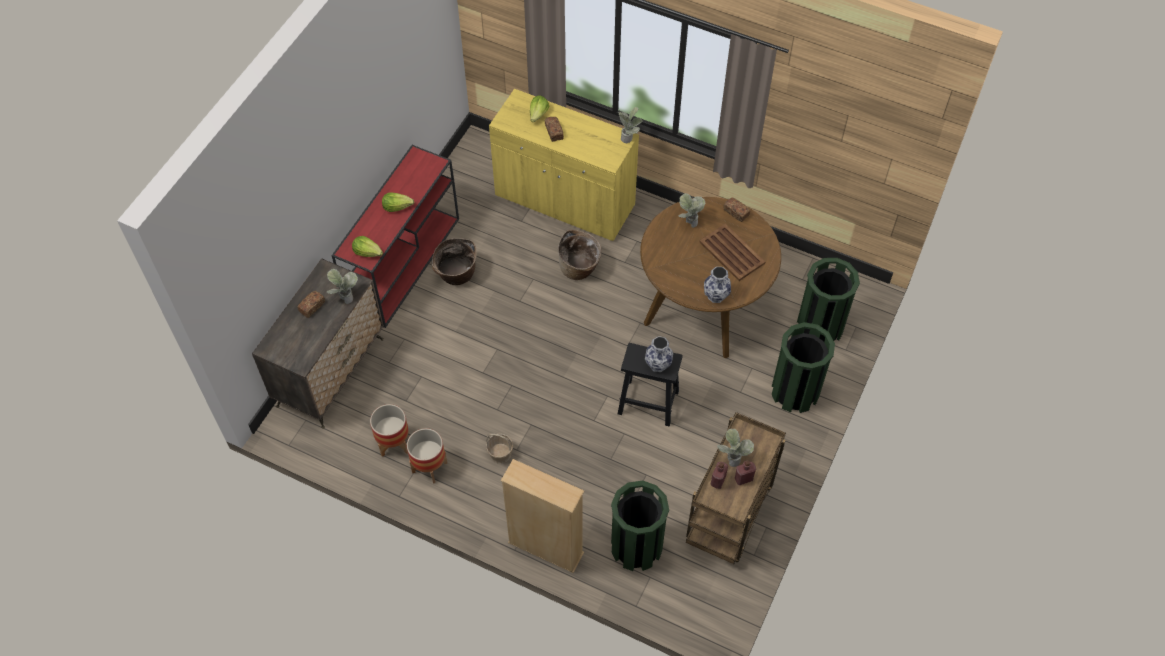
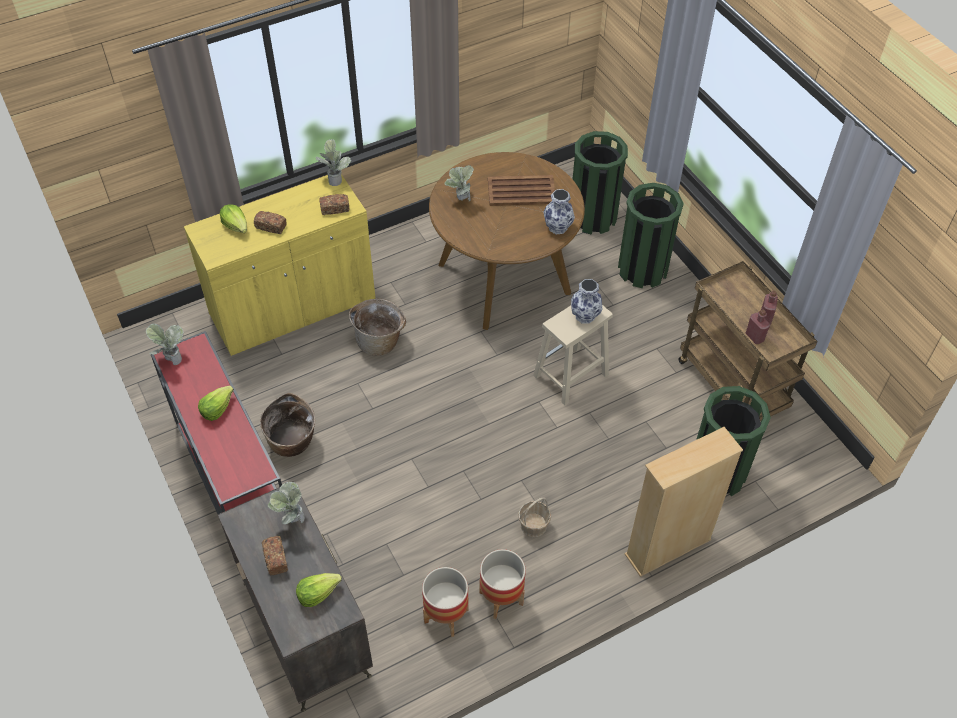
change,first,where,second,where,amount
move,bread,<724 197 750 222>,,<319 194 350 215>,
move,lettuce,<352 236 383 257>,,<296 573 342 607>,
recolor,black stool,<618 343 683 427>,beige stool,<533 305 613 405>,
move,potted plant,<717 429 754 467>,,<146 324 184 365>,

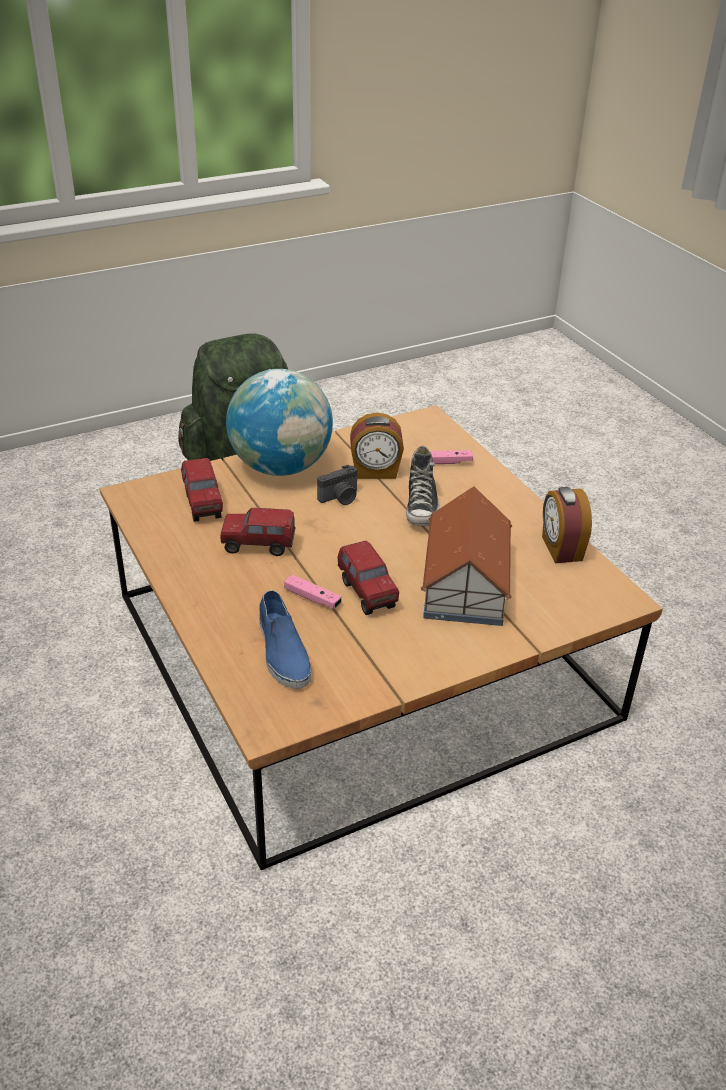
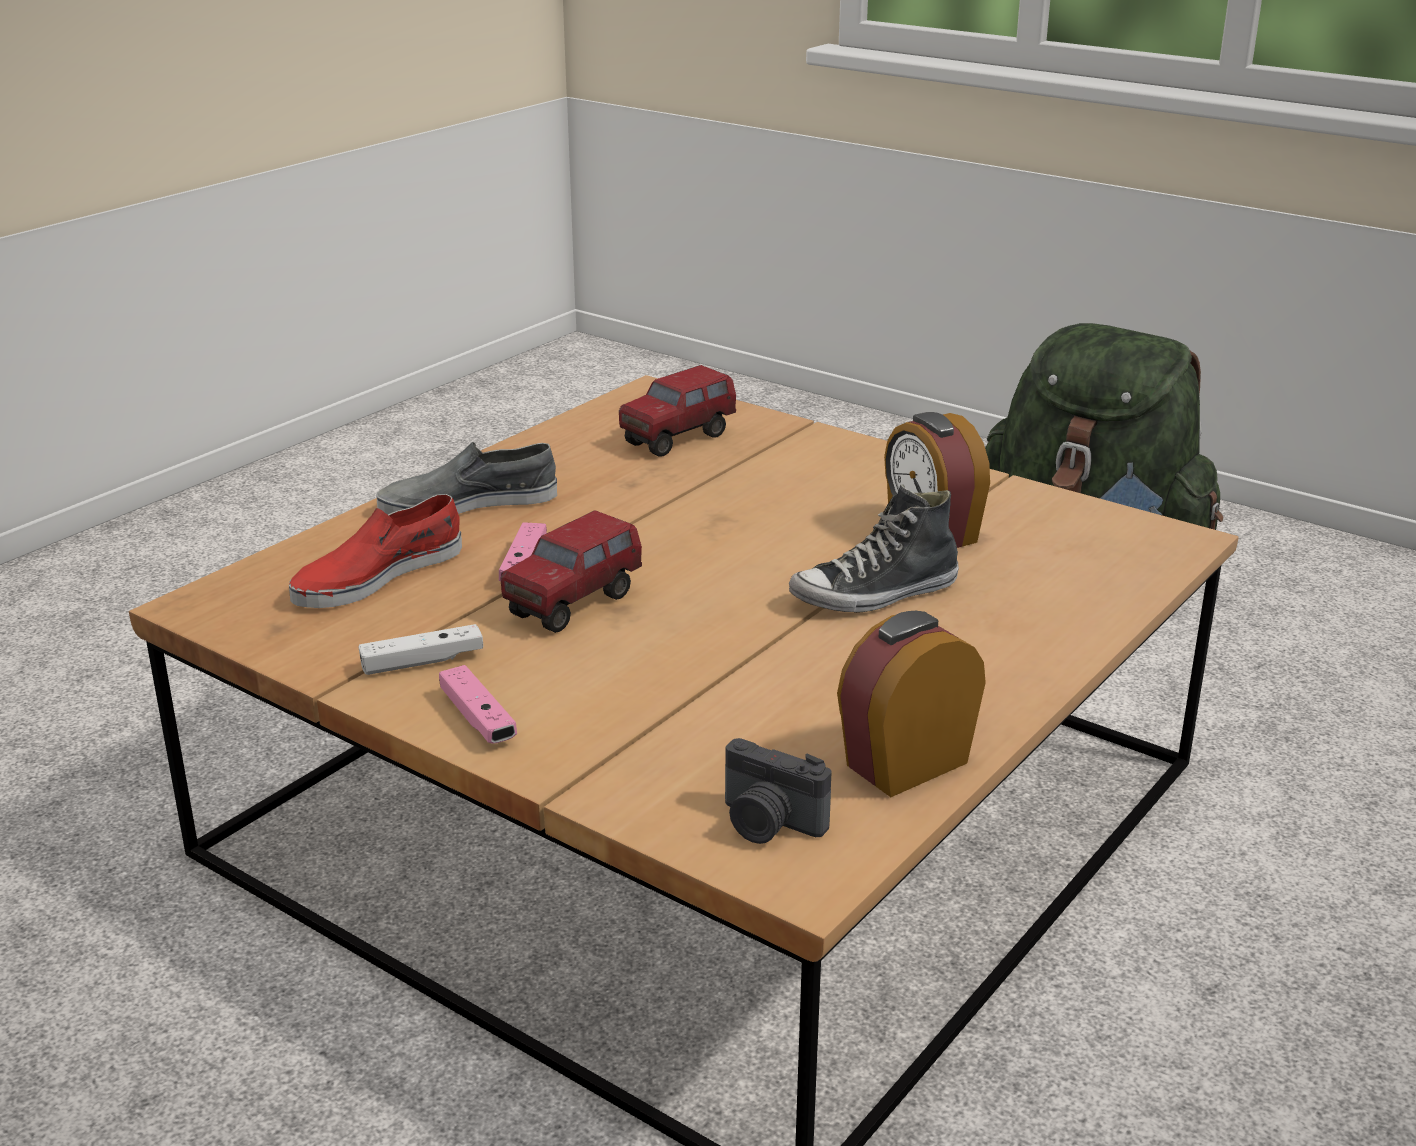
change,first,where,second,where,amount
delete,globe,<226 369 333 476>,,,
move,pink game controller,<430 450 473 464>,,<439 665 517 744>,
move,photo camera,<317 465 357 505>,,<725 738 831 844>,
delete,toy house,<421 486 512 626>,,,
delete,toy truck,<221 508 295 556>,,,
recolor,blue shoe,<259 590 311 689>,red shoe,<289 494 462 608>,
insert,,,grey shoe,<376 442 557 515>,
insert,,,white game controller,<358 624 483 675>,

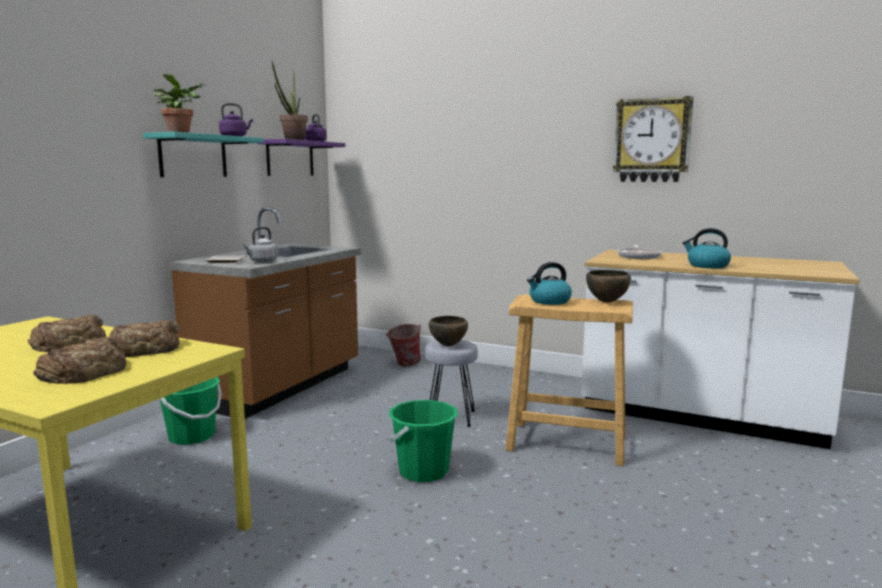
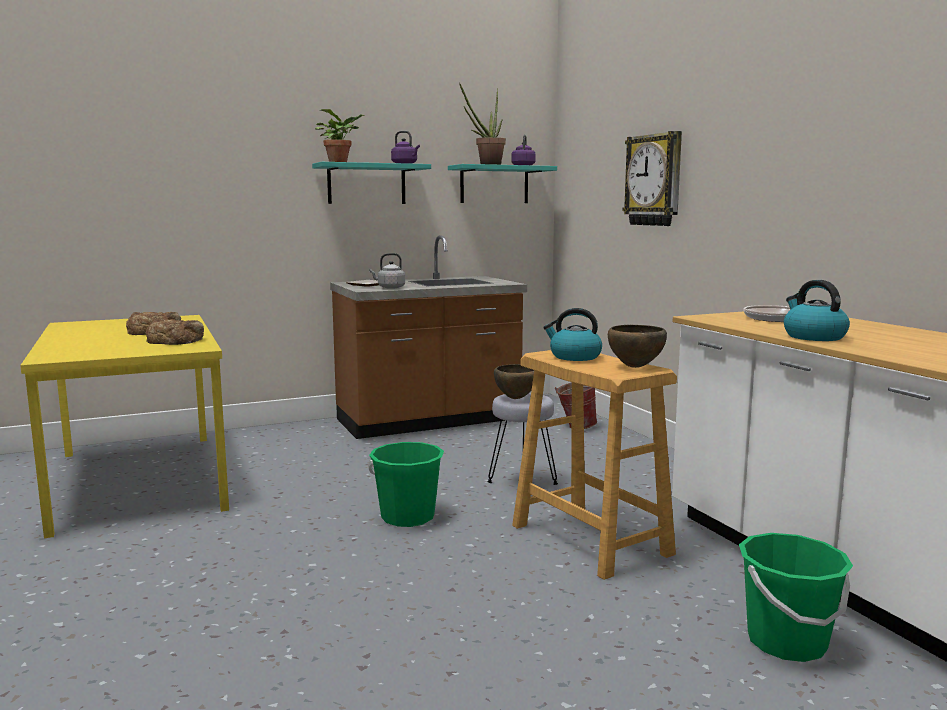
change,first,where,second,where,amount
move,wall clock,<613 96 694 182>,,<622 131 682 226>,
recolor,purple shelf,<257 139 345 176>,turquoise shelf,<448 164 557 203>,
delete,bread,<33 337 126 384>,,,
move,green bucket,<160 377 222 445>,,<739 533 853 662>,

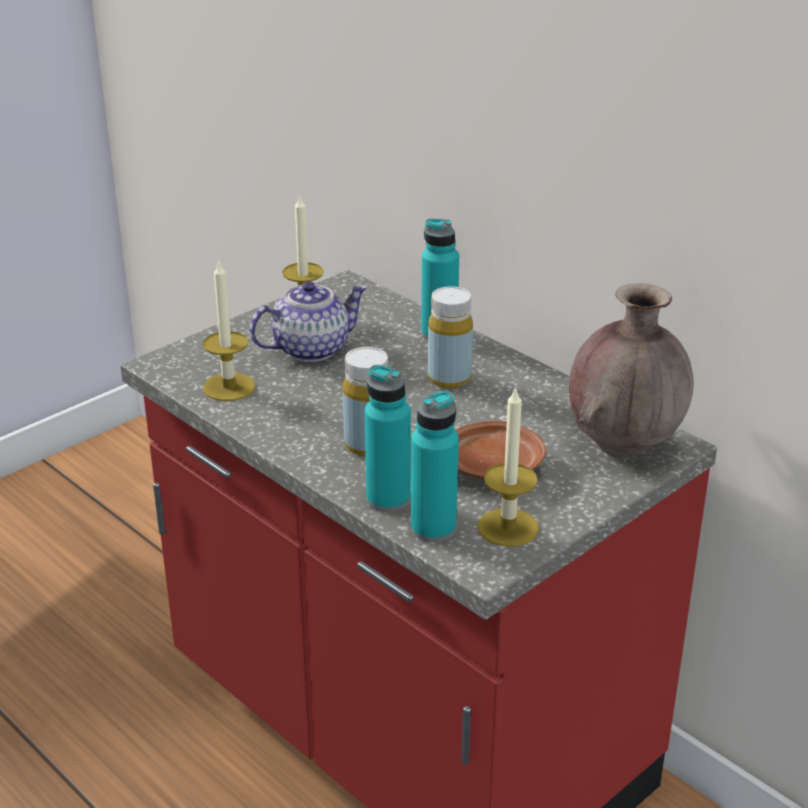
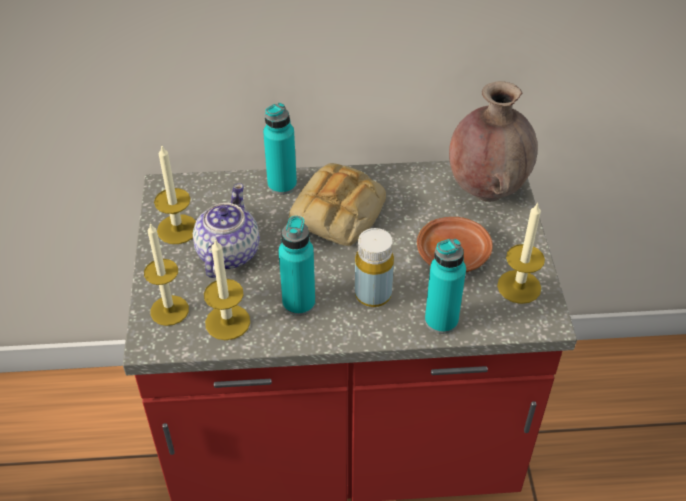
change,first,where,second,where,amount
replace,yellow bottle,<428 286 473 388>,bread,<289 163 386 246>,
move,turquoise bottle,<411 390 459 542>,,<279 216 315 316>,
insert,,,candle,<144 223 189 326>,

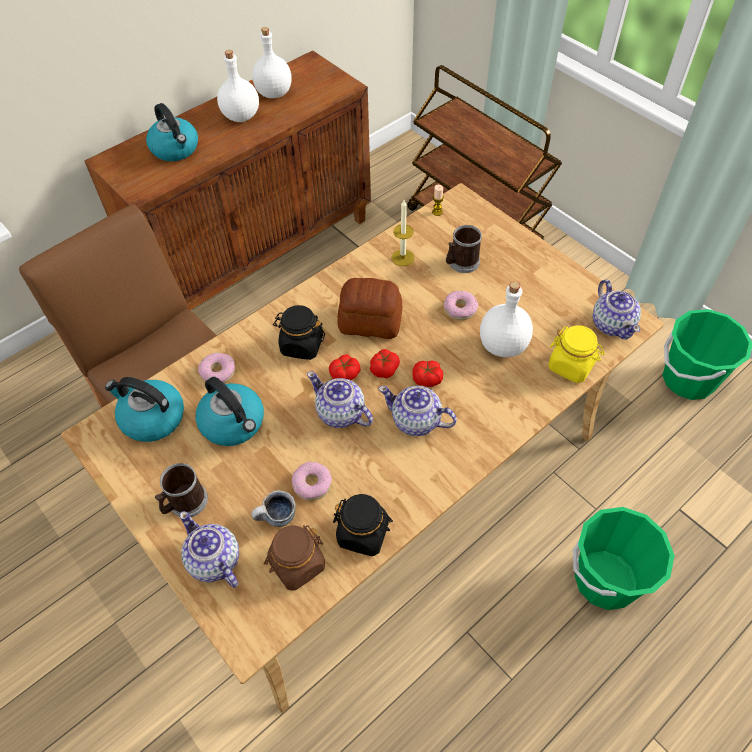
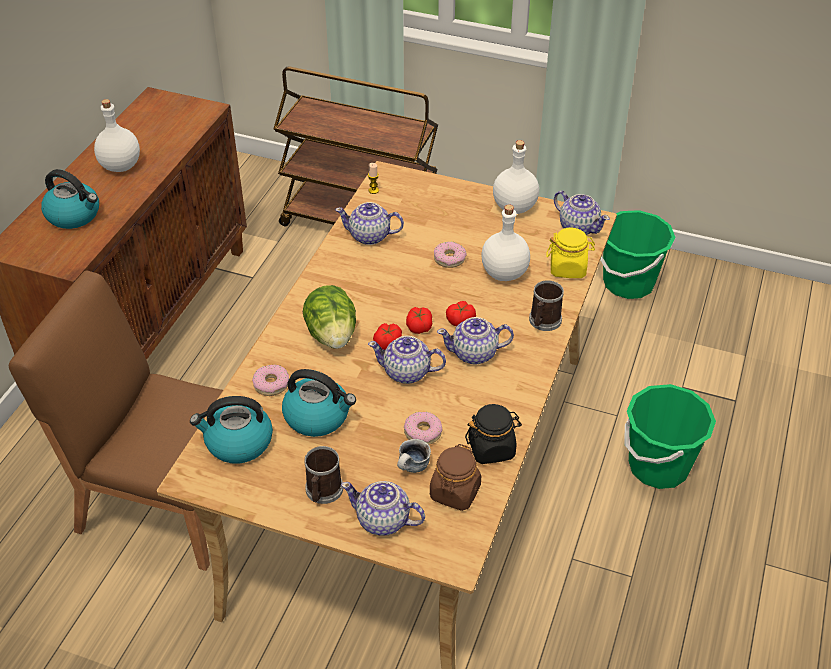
change,first,where,second,where,amount
move,white bottle,<252 27 292 98>,,<493 140 539 214>,
replace,candle,<391 200 415 266>,teapot,<335 202 404 245>,
move,mug,<446 225 482 273>,,<529 280 564 331>,
delete,bread,<338 278 402 339>,,,
replace,black jar,<273 305 325 360>,lettuce,<303 285 356 349>,

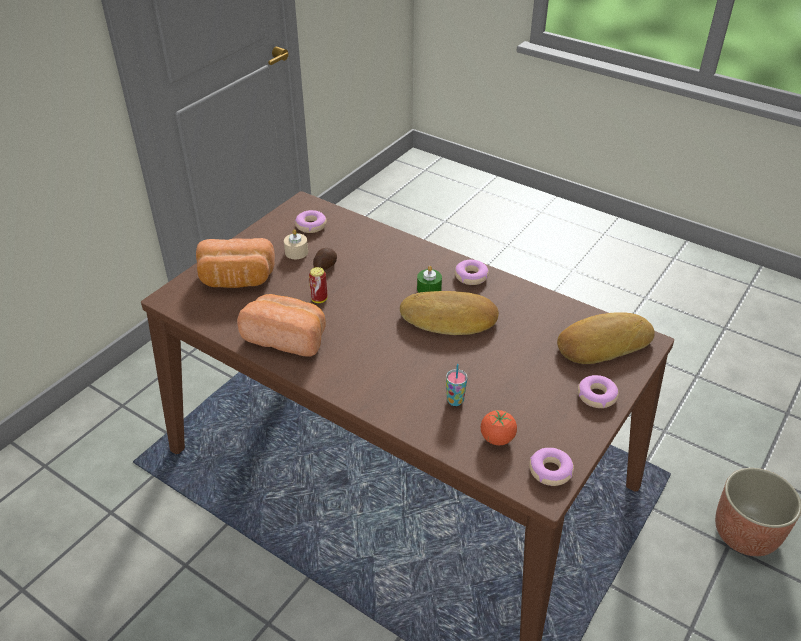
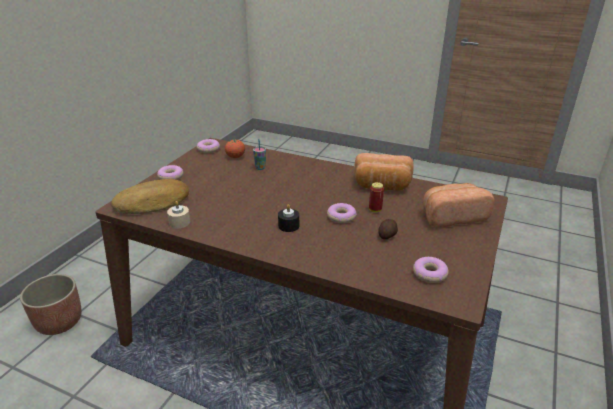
change,first,where,second,where,amount
move,beige candle,<284 229 308 259>,,<167 201 190 228>,
move,donut,<455 260 489 285>,,<327 203 357 223>,
recolor,green candle,<417 266 442 293>,black candle,<278 204 299 232>,
delete,bread,<400 291 499 335>,,,

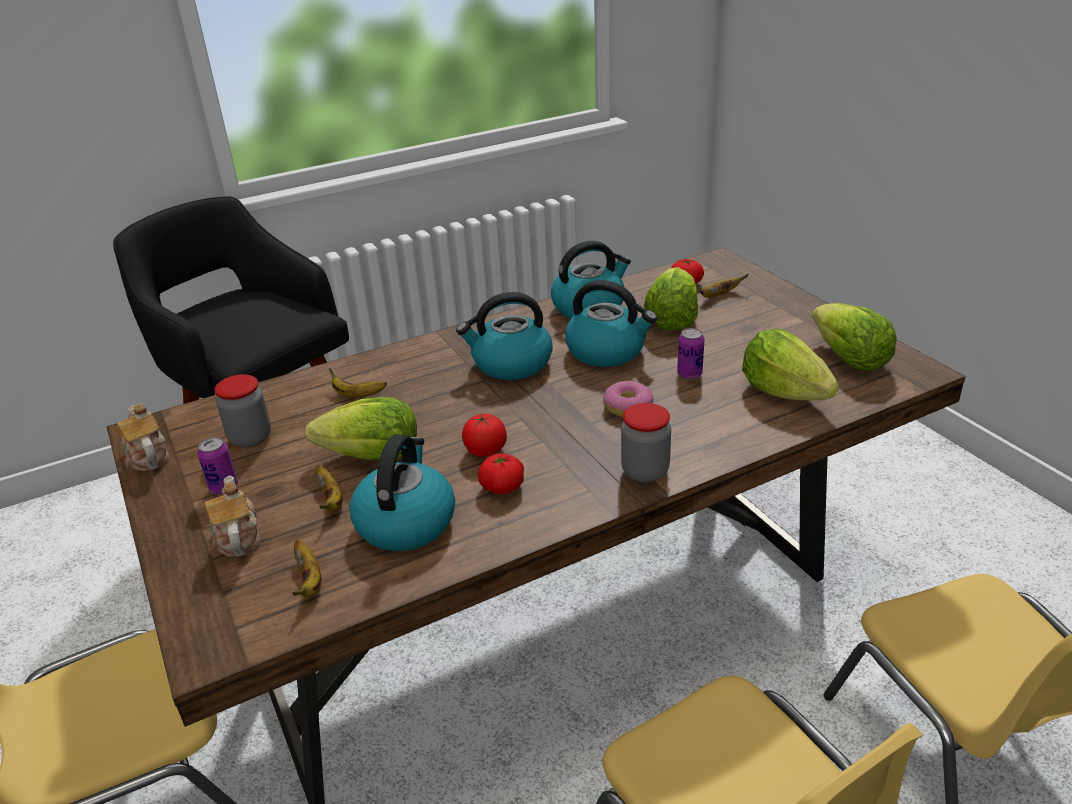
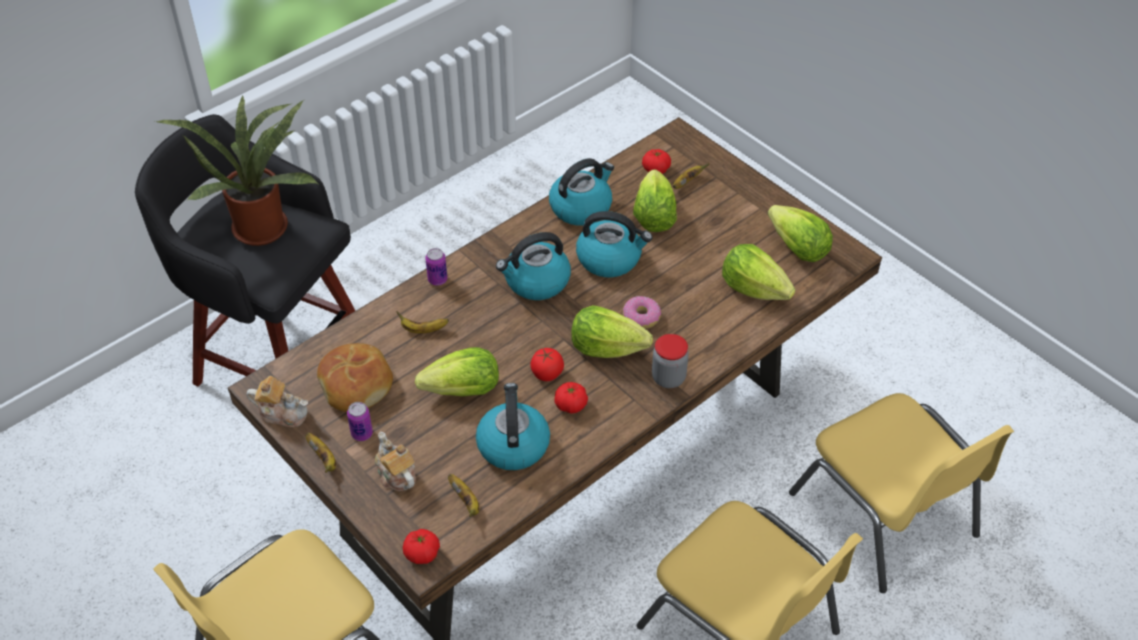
change,first,where,second,where,amount
move,can,<677 328 704 379>,,<425 248 447 286>,
replace,jar,<214 374 271 448>,bread,<317 343 393 412>,
rotate,teapot,<117 403 169 471>,,<246 376 308 427>,150 degrees clockwise
move,banana,<315 465 343 512>,,<306 433 336 472>,
insert,,,potted plant,<155 94 318 246>,
insert,,,lettuce,<572 305 653 358>,
insert,,,tomato,<403 529 440 564>,

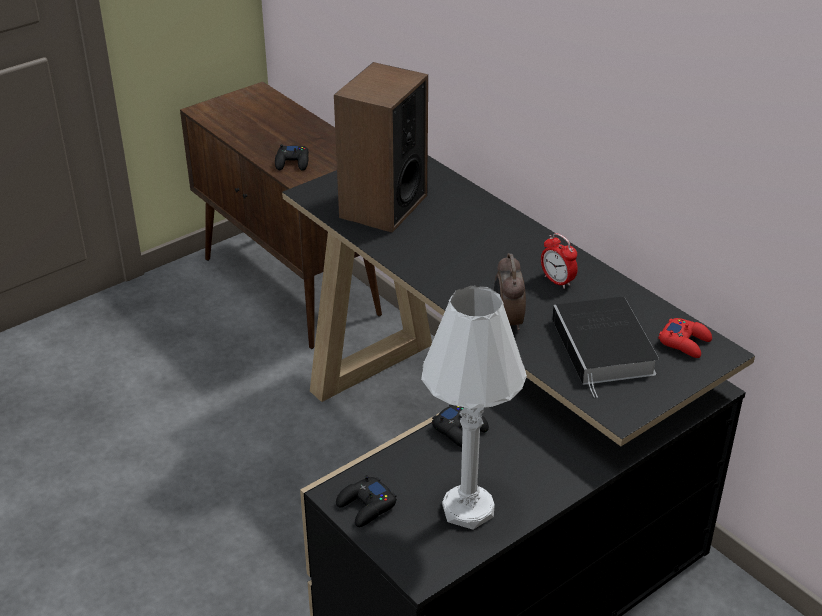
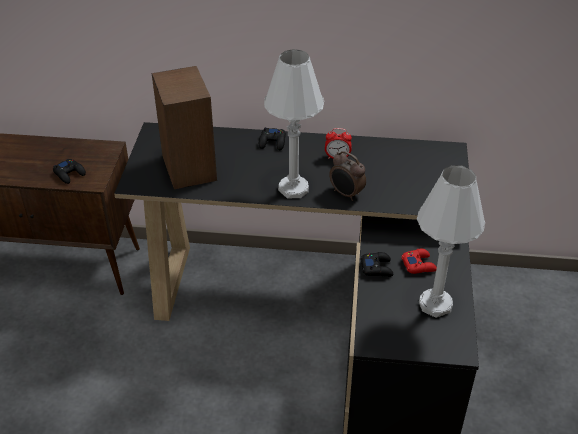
change,first,where,second,where,amount
delete,book,<552 297 659 398>,,,
move,red game controller,<658 318 712 358>,,<401 248 437 274>,
move,black game controller,<336 475 397 527>,,<259 128 286 150>,
insert,,,white table lamp,<264 49 324 199>,

